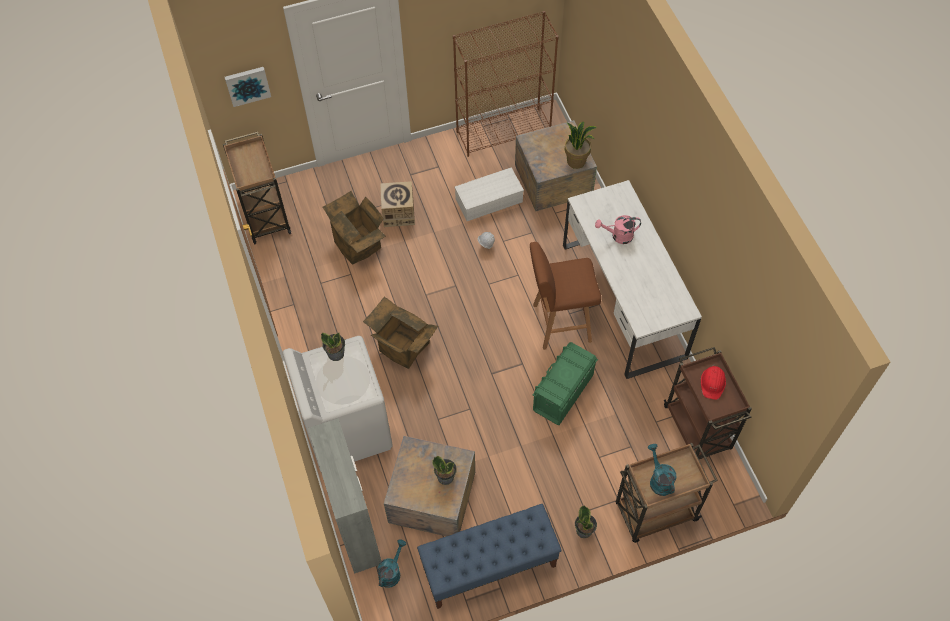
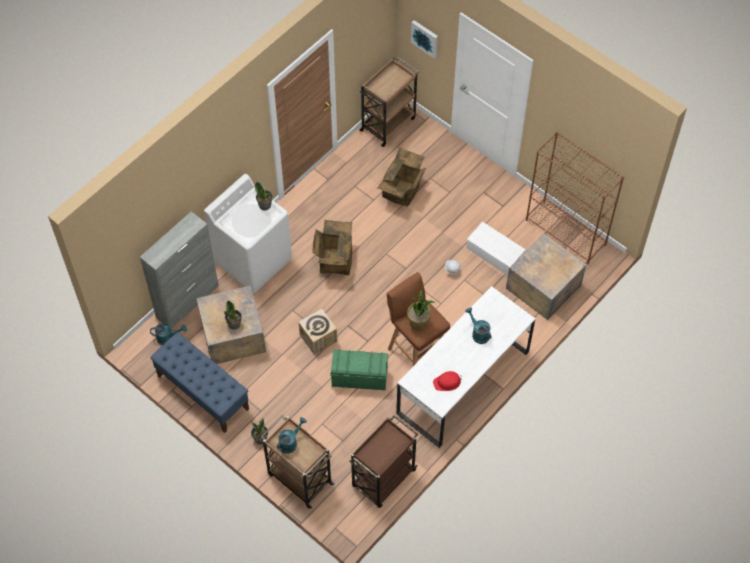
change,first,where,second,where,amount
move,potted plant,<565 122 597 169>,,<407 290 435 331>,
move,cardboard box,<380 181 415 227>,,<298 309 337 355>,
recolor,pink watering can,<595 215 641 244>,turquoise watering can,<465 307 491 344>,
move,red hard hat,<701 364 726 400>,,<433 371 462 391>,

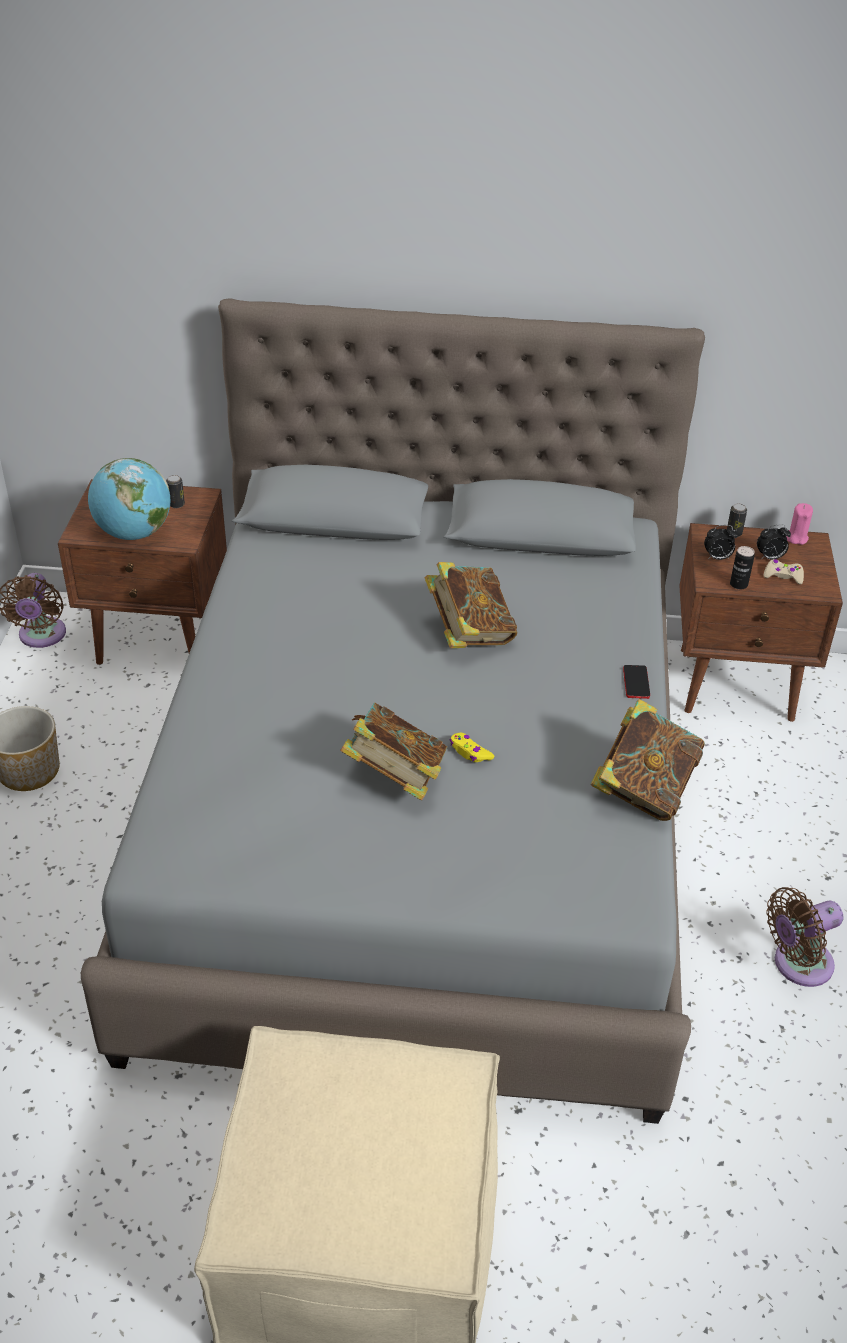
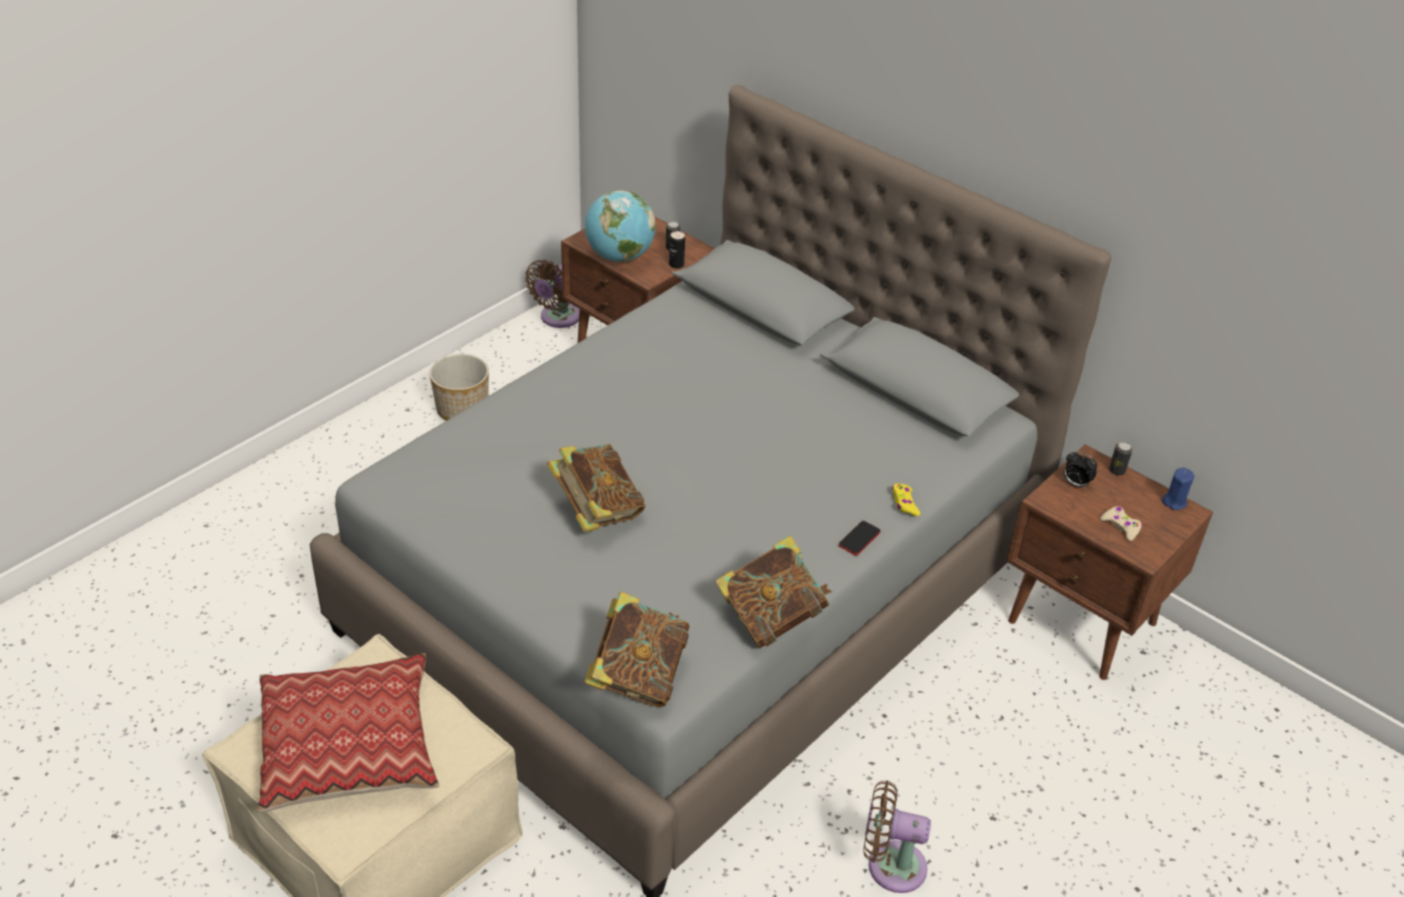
change,first,where,second,where,amount
recolor,pink candle,<786 503 813 545>,blue candle,<1162 468 1194 510>,
delete,alarm clock,<757 525 791 559>,,,
move,can,<730 546 755 590>,,<669 231 685 269>,
move,book,<425 562 517 648>,,<584 592 689 707>,
move,yellow game controller,<450 733 495 762>,,<892 484 920 516>,
insert,,,pillow,<257 653 439 813>,

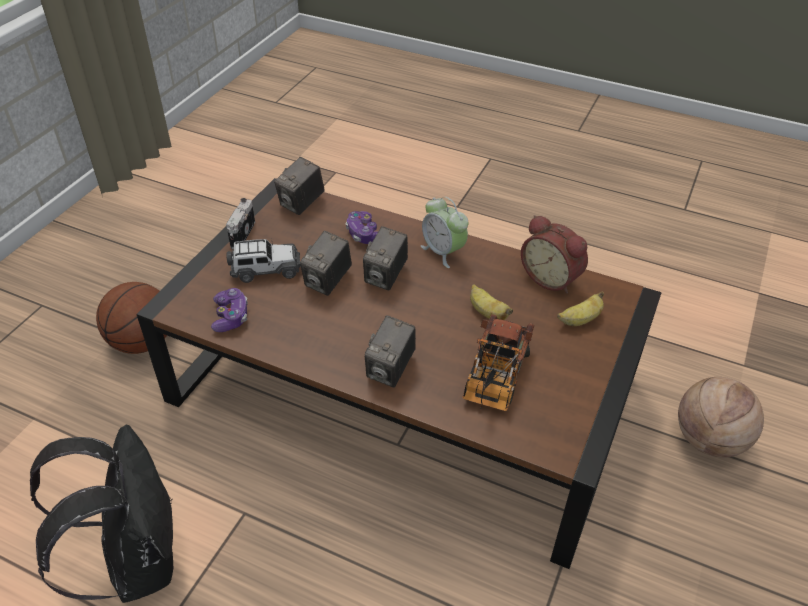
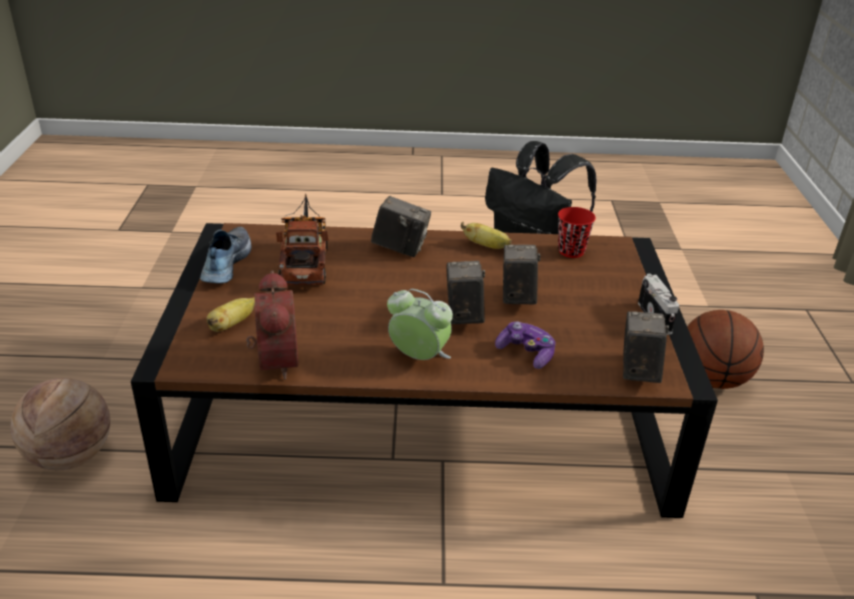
change,first,where,second,where,amount
rotate,alarm clock,<521 215 588 294>,,<246 270 298 379>,60 degrees clockwise
delete,toy car,<226 237 301 283>,,,
move,banana,<470 284 513 320>,,<461 222 512 249>,
replace,game controller,<211 288 248 332>,red cup,<558 207 596 258>,
rotate,photo camera,<365 315 416 387>,,<371 196 431 257>,105 degrees clockwise
insert,,,shoe,<200 226 252 283>,

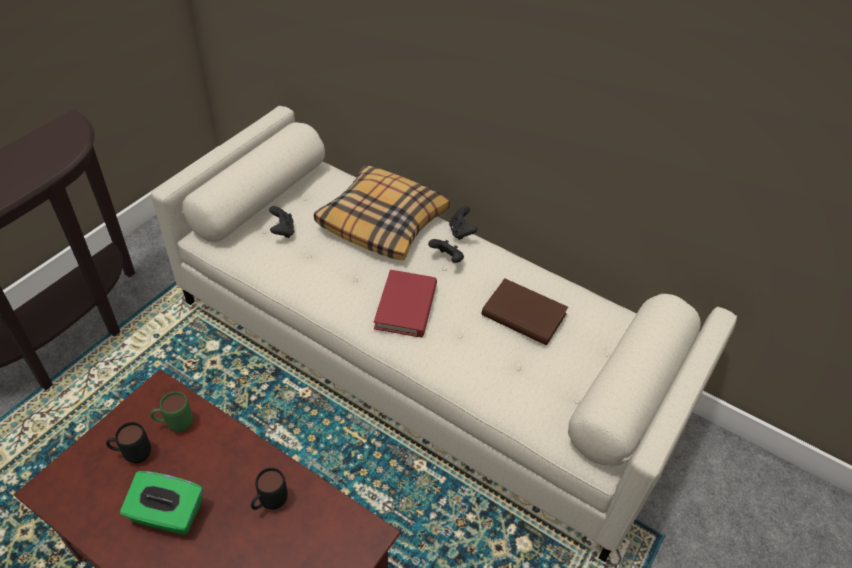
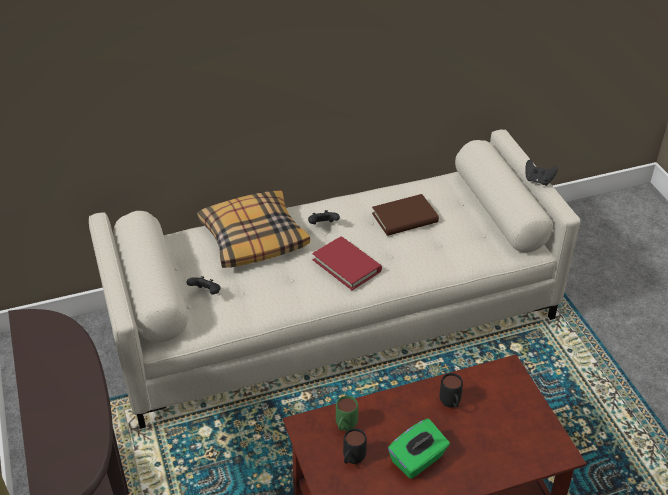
change,first,where,second,where,amount
move,black game controller,<449 206 478 240>,,<525 159 558 186>,

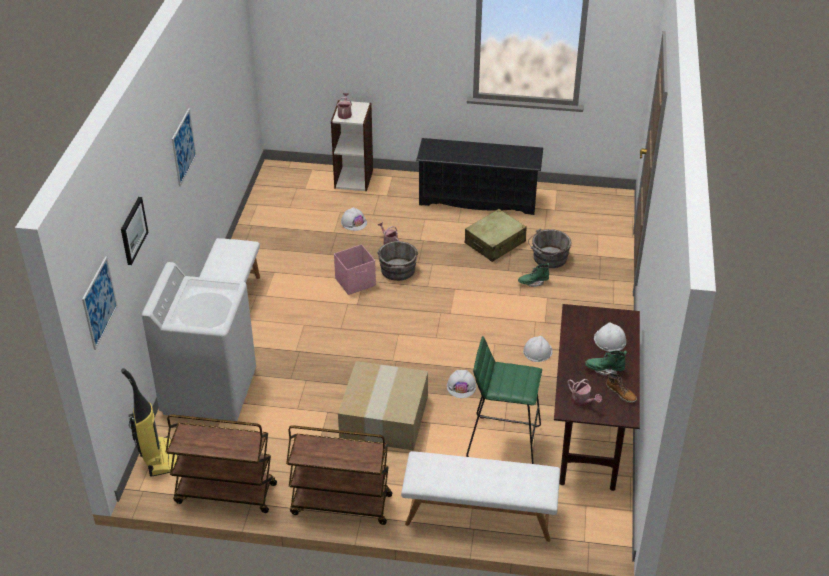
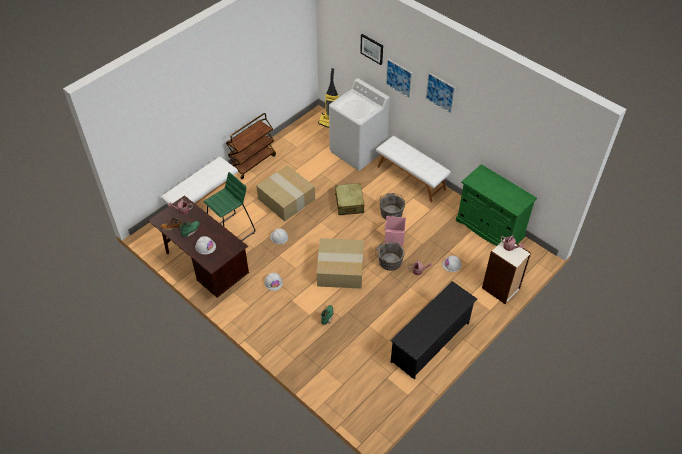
change,first,where,second,where,amount
move,beige suitcase,<465 209 527 262>,,<335 183 364 215>,
move,grey bucket,<528 228 572 268>,,<379 193 405 219>,
move,picture,<82 256 118 350>,,<386 59 413 99>,
delete,brown cart,<166 414 277 513>,,,
insert,,,green cabinet,<456 164 537 246>,
insert,,,cardboard box,<316 238 364 289>,

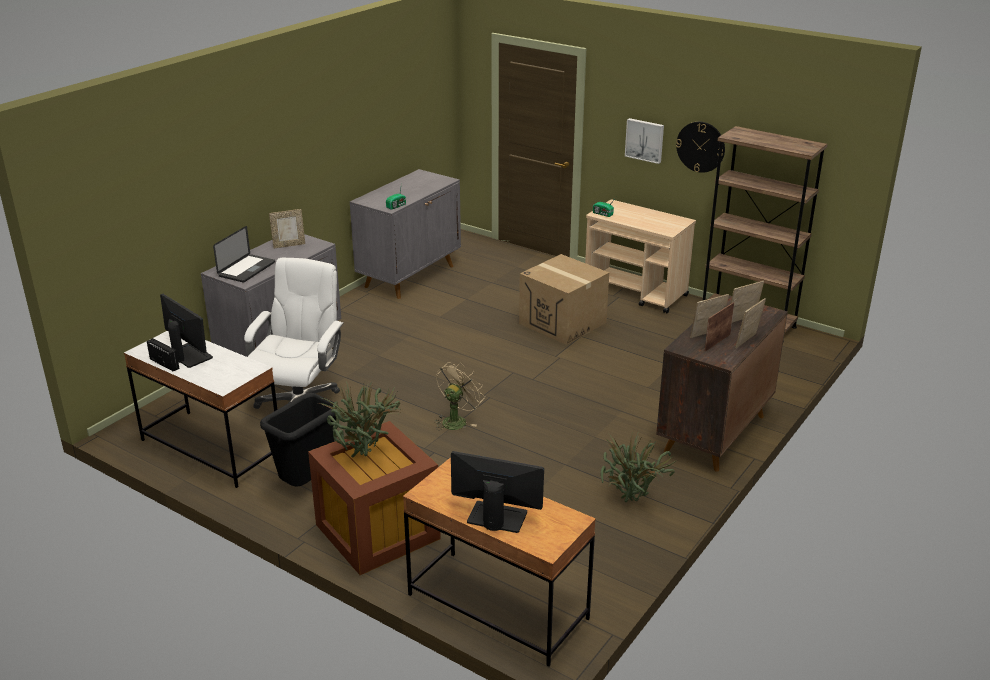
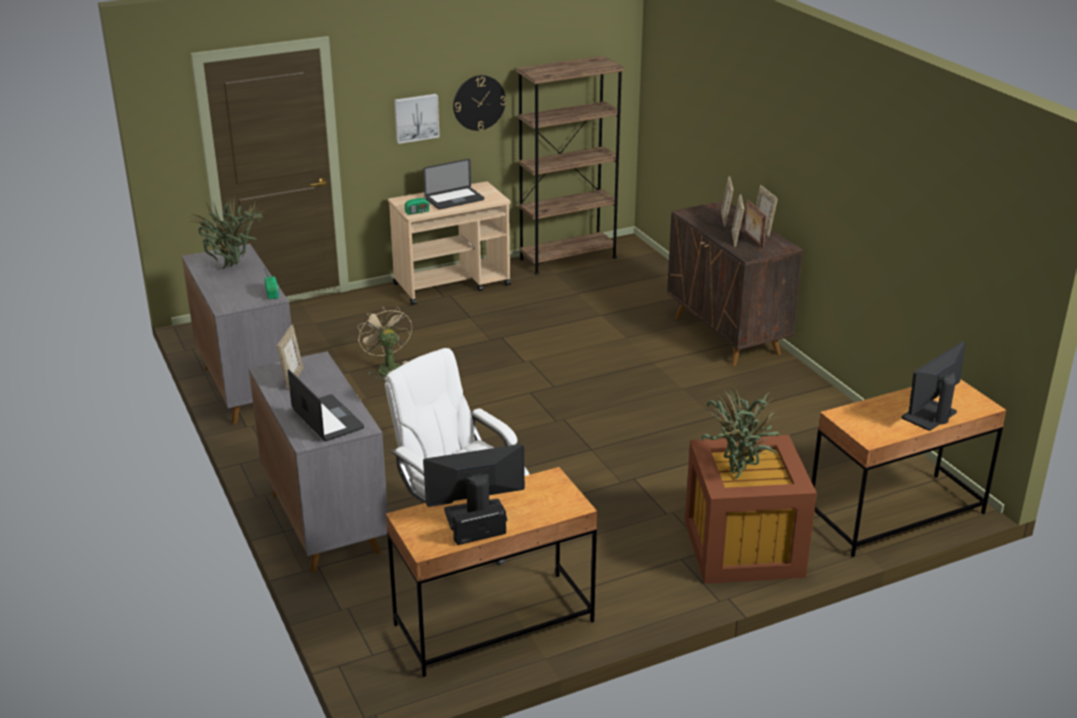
change,first,where,second,where,amount
delete,cardboard box,<519 254 609 345>,,,
recolor,white desk,<124 331 277 488>,brown desk,<386 467 597 677>,
move,beige fan,<435 362 485 430>,,<357 306 412 379>,
delete,black trash can,<260 393 339 486>,,,
move,potted plant,<601 431 677 502>,,<187 199 266 270>,
insert,,,laptop,<423 159 484 210>,

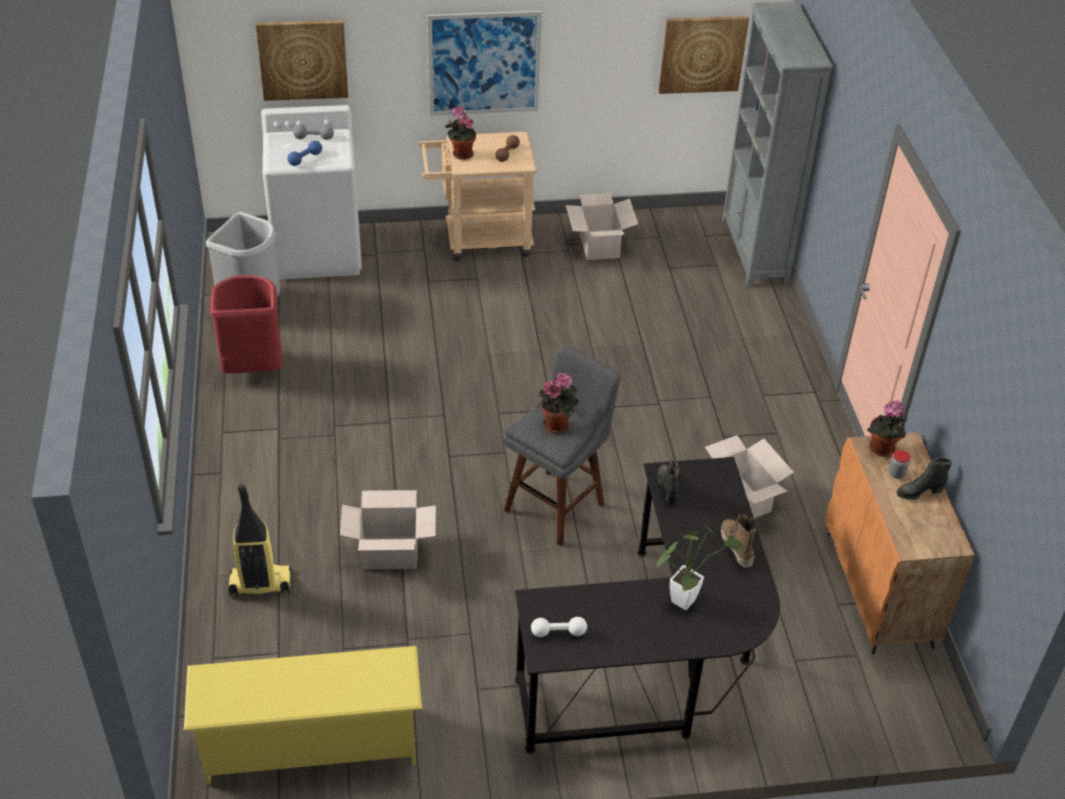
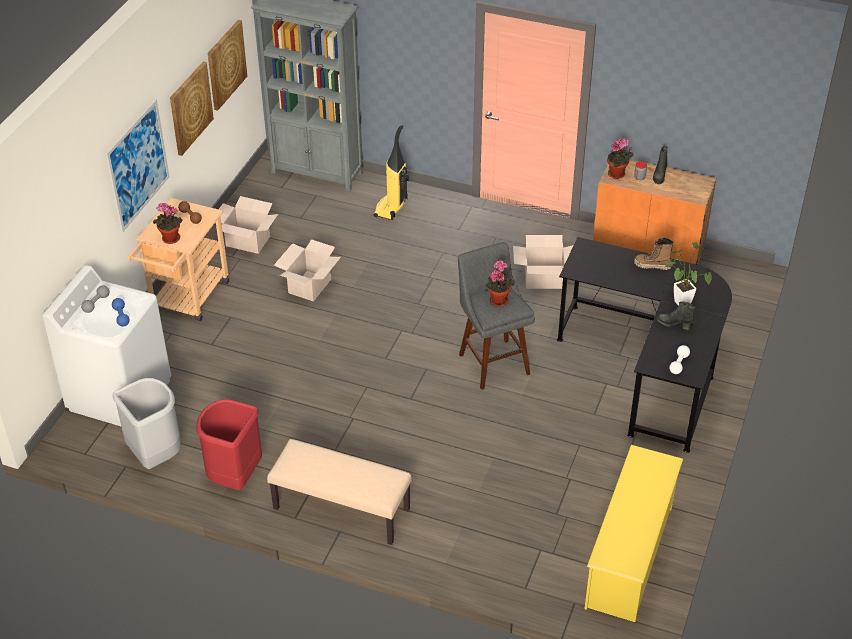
change,first,where,second,where,amount
move,picture,<256 20 348 101>,,<170 62 214 156>,
move,black boot,<658 460 679 506>,,<657 301 695 330>,
move,vacuum cleaner,<228 483 292 597>,,<373 125 409 220>,
move,cardboard box,<340 490 436 570>,,<274 239 341 302>,
insert,,,beige bench,<267 439 412 545>,

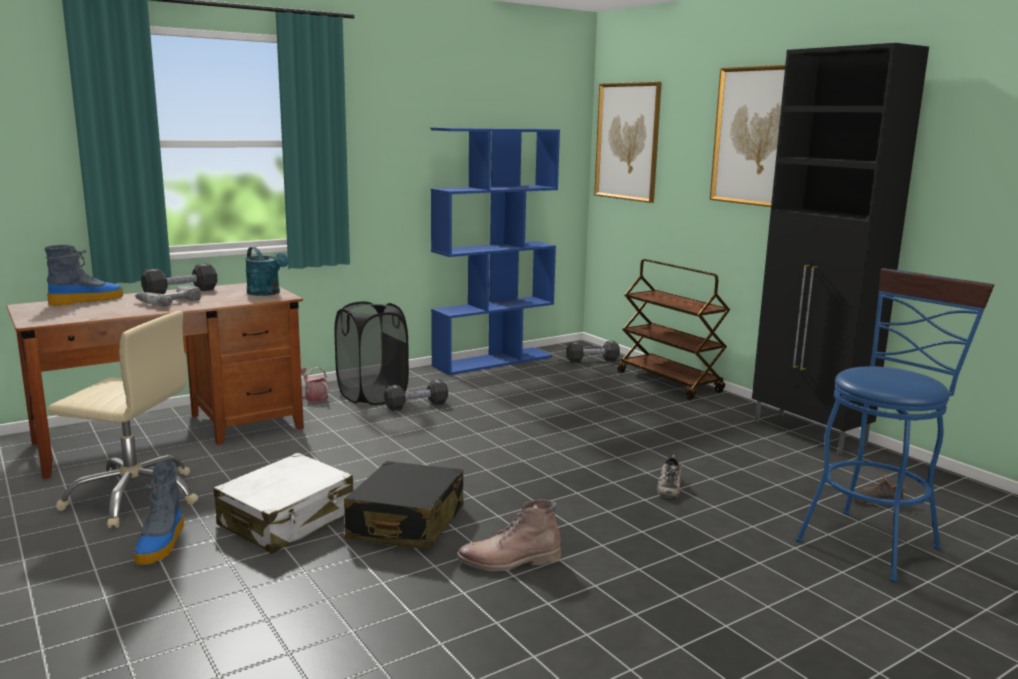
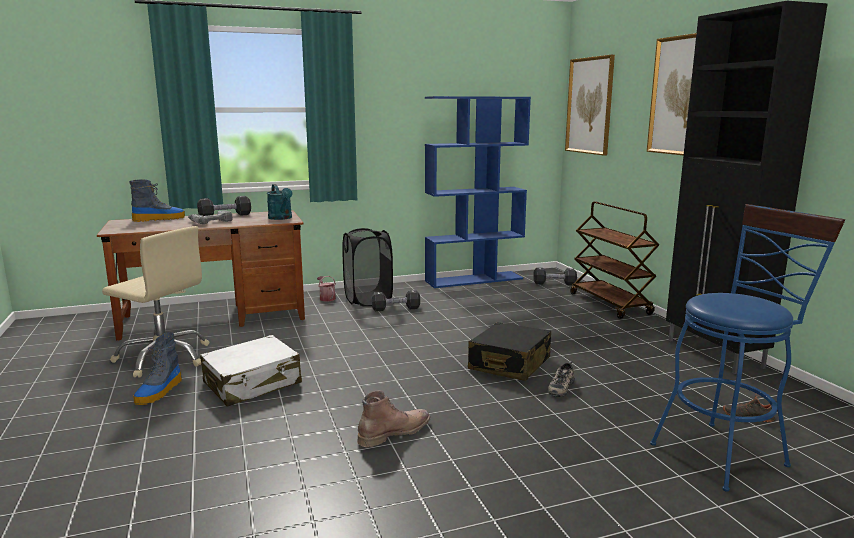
change,first,where,second,where,amount
move,black suitcase,<344 461 463 550>,,<468 322 551 381>,
rotate,brown boot,<457 499 561 572>,,<357 390 430 447>,135 degrees clockwise

